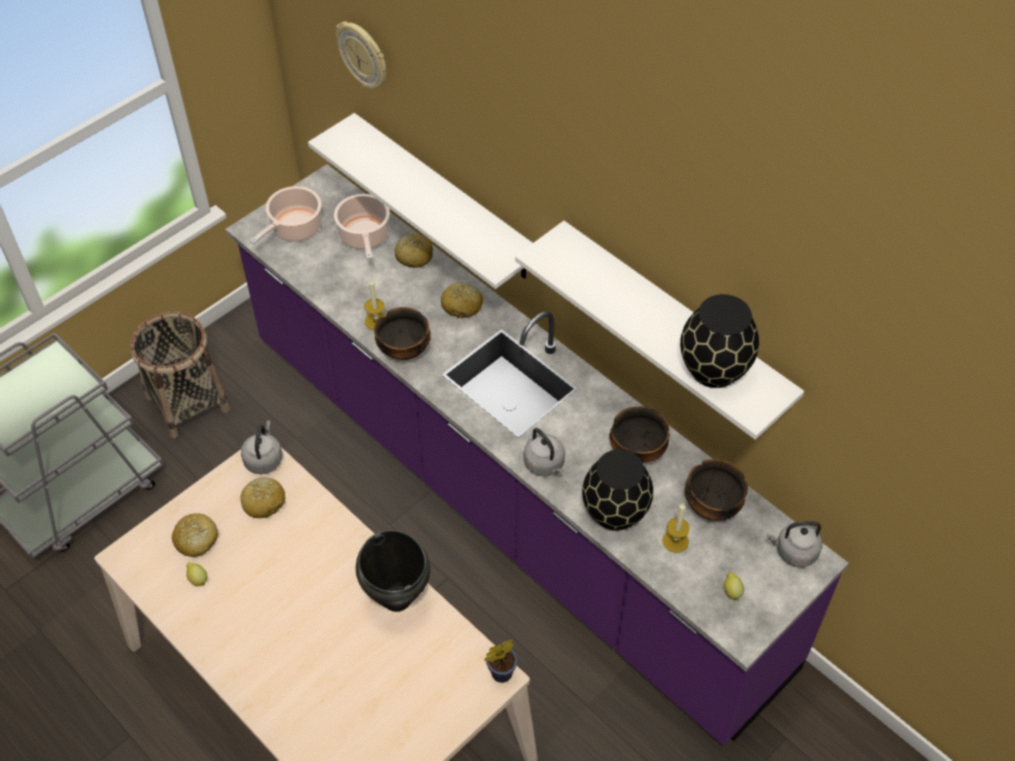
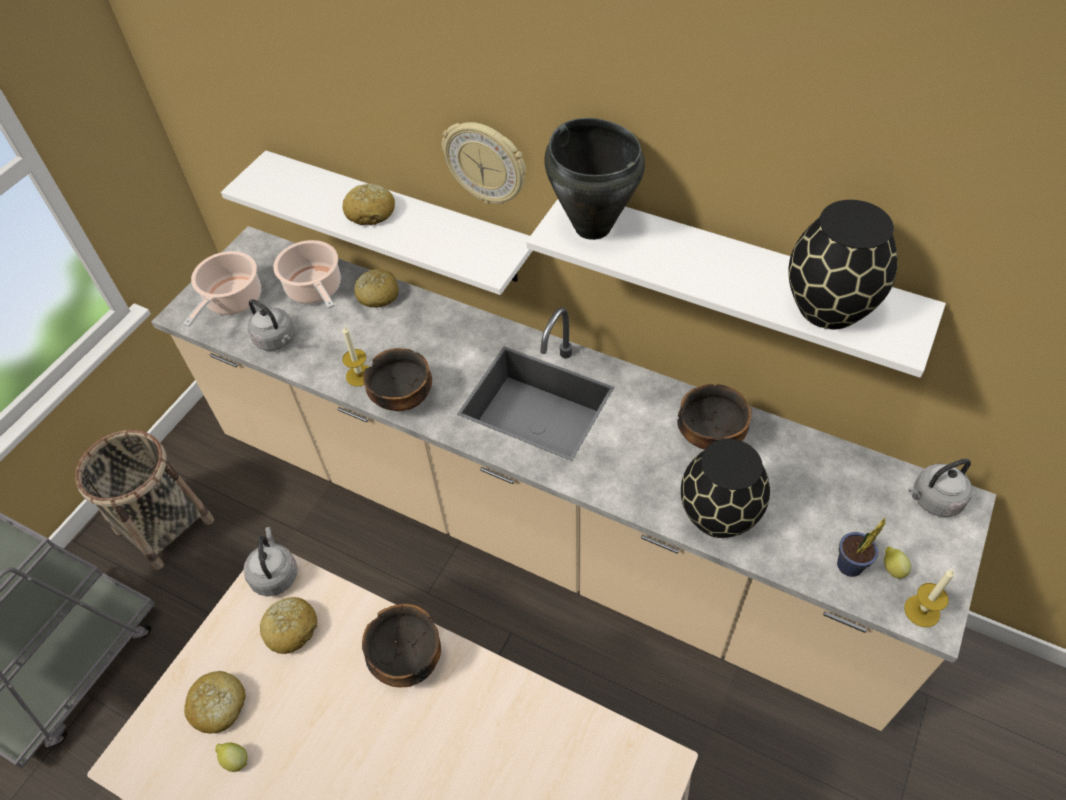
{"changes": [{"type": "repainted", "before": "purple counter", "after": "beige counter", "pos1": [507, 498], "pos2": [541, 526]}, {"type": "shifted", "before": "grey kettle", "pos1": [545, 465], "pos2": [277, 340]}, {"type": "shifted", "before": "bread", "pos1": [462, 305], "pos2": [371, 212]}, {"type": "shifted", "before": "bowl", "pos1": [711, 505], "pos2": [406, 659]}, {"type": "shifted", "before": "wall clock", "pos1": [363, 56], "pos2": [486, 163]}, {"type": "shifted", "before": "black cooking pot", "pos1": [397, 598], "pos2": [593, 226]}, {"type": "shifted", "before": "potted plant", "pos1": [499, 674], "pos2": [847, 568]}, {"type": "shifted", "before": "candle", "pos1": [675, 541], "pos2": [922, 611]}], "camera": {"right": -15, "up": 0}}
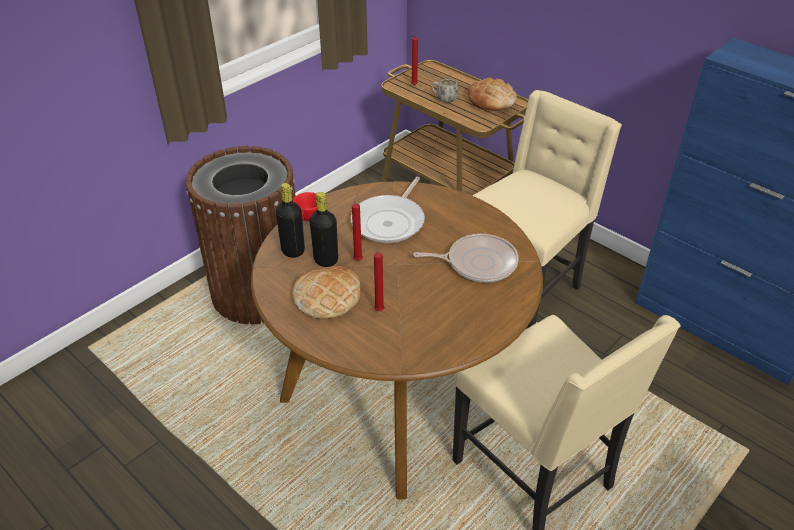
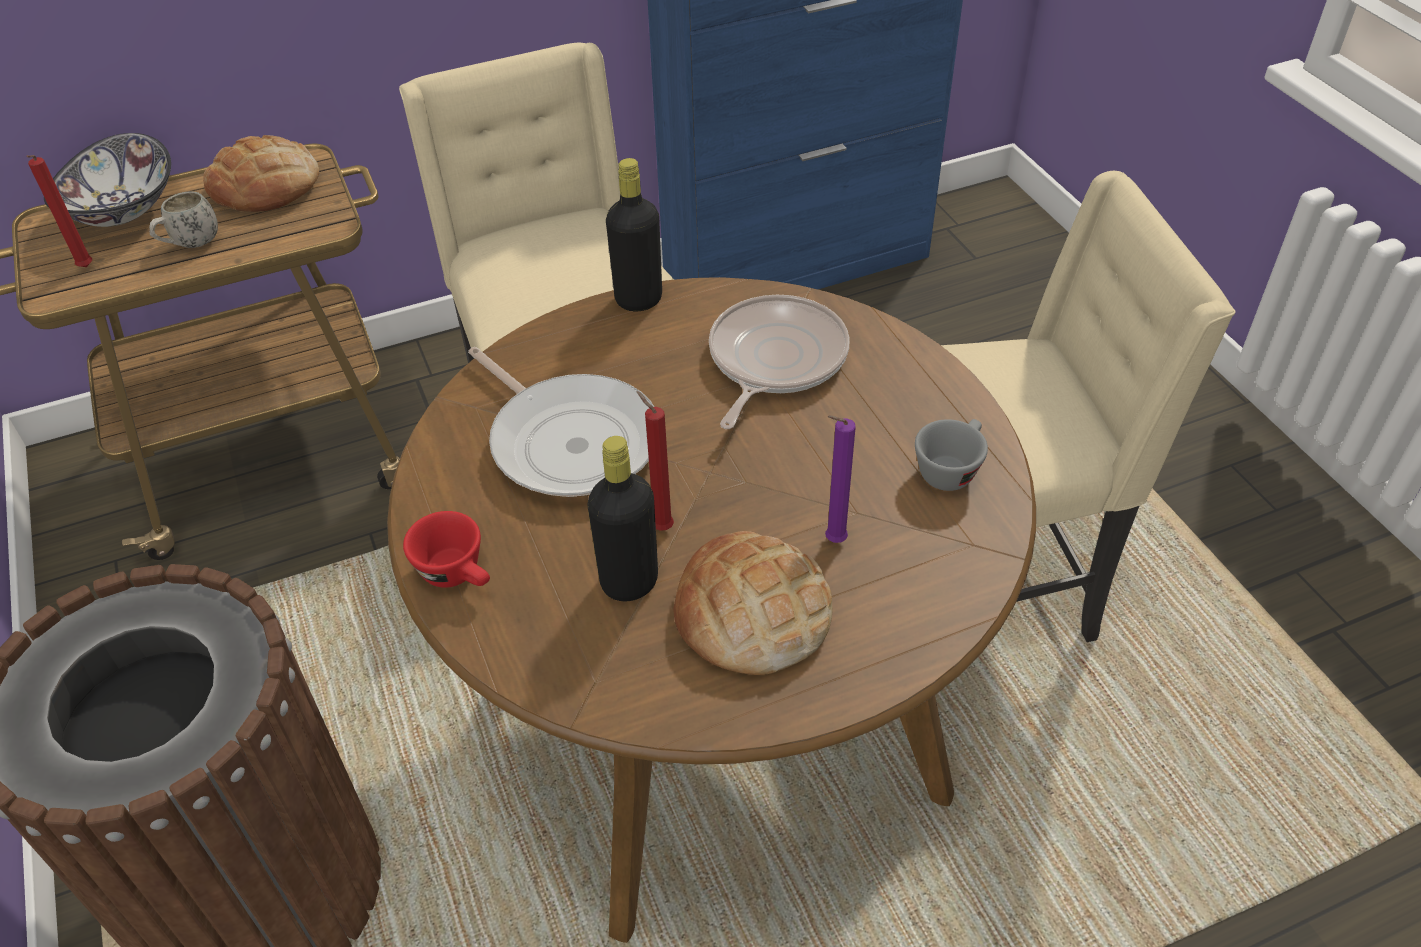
{"changes": [{"type": "new", "after": "bowl", "pos2": [124, 210]}, {"type": "shifted", "before": "black bottle", "pos1": [293, 251], "pos2": [638, 299]}, {"type": "repainted", "before": "red candle", "after": "purple candle", "pos1": [378, 309], "pos2": [832, 541]}, {"type": "new", "after": "grey cup", "pos2": [950, 468]}], "camera": {"right": -65, "up": 5}}
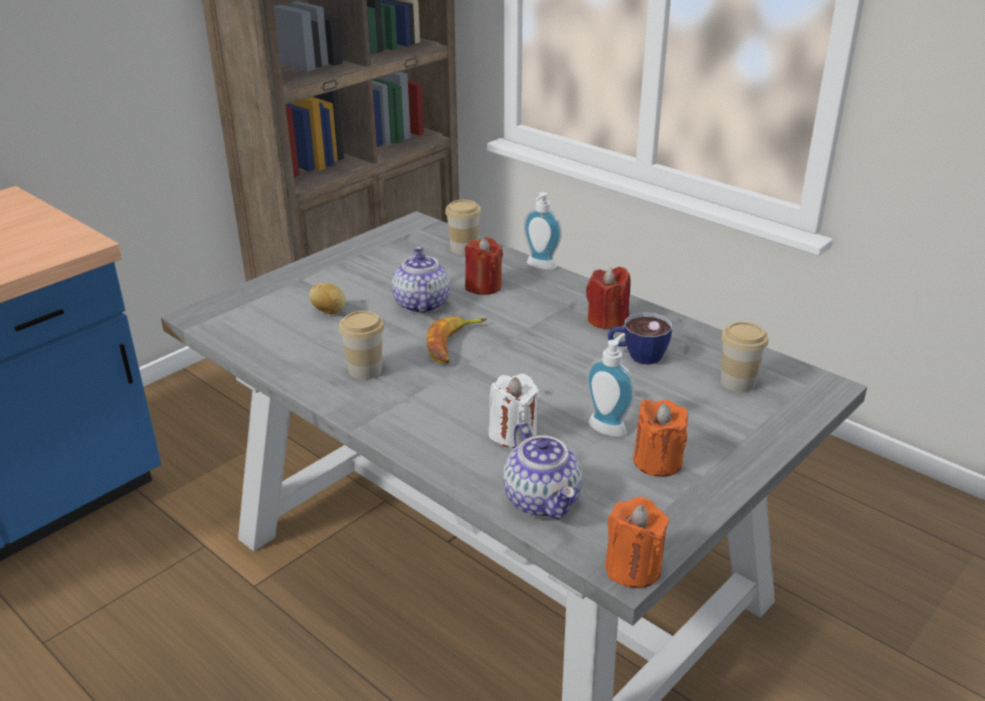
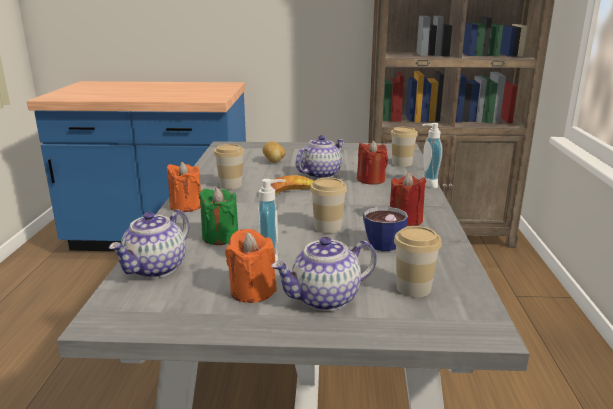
{"changes": [{"type": "shifted", "before": "orange candle", "pos1": [633, 568], "pos2": [186, 206]}, {"type": "repainted", "before": "white candle", "after": "green candle", "pos1": [513, 434], "pos2": [220, 237]}, {"type": "new", "after": "teapot", "pos2": [325, 299]}, {"type": "new", "after": "cup", "pos2": [328, 227]}], "camera": {"right": 50, "up": -10}}
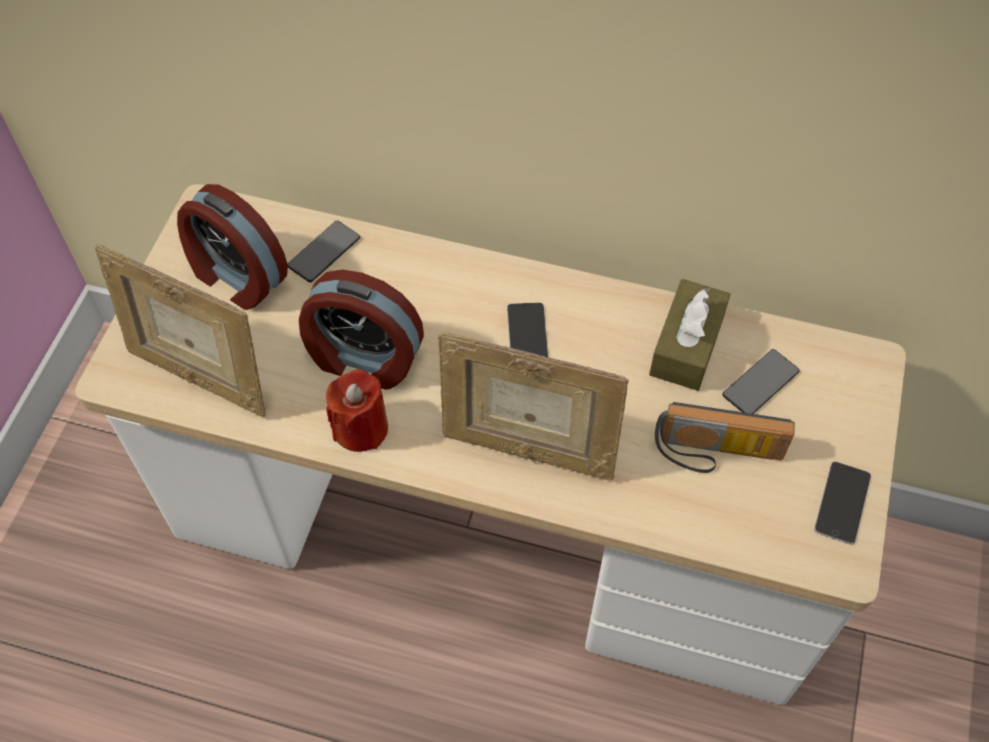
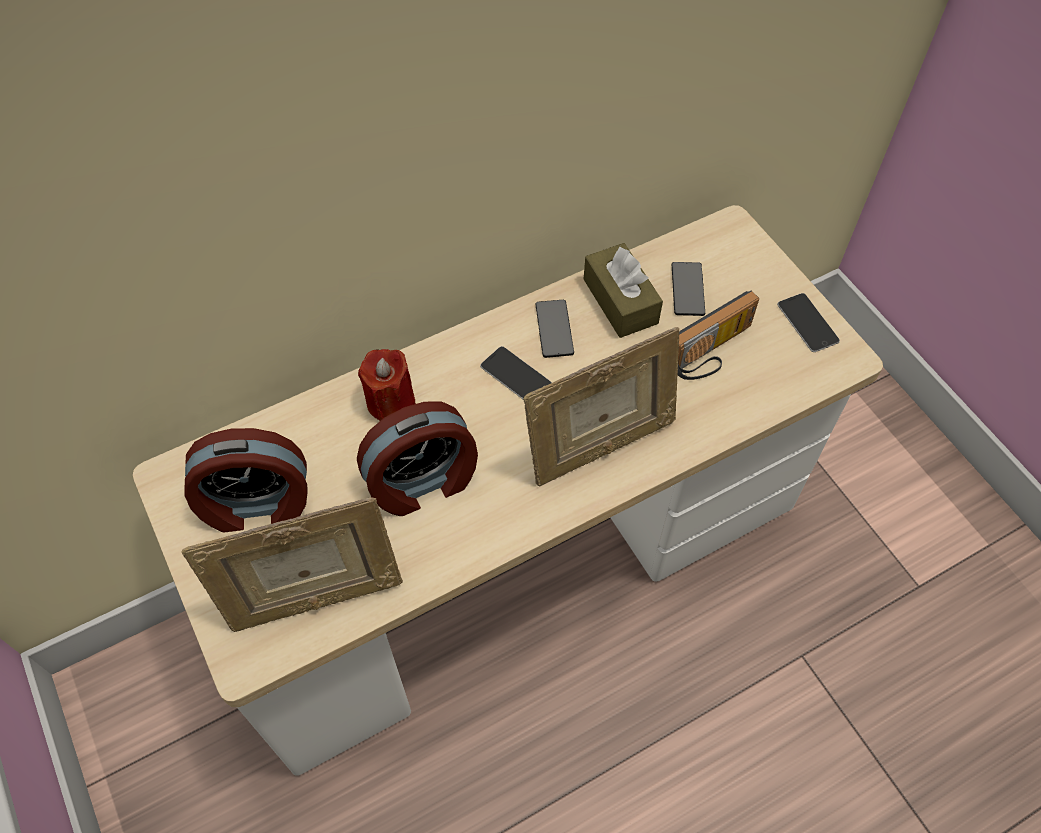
{"changes": [{"type": "shifted", "before": "red candle", "pos1": [361, 428], "pos2": [390, 401]}, {"type": "shifted", "before": "phone", "pos1": [324, 252], "pos2": [554, 329]}], "camera": {"right": -45, "up": 0}}
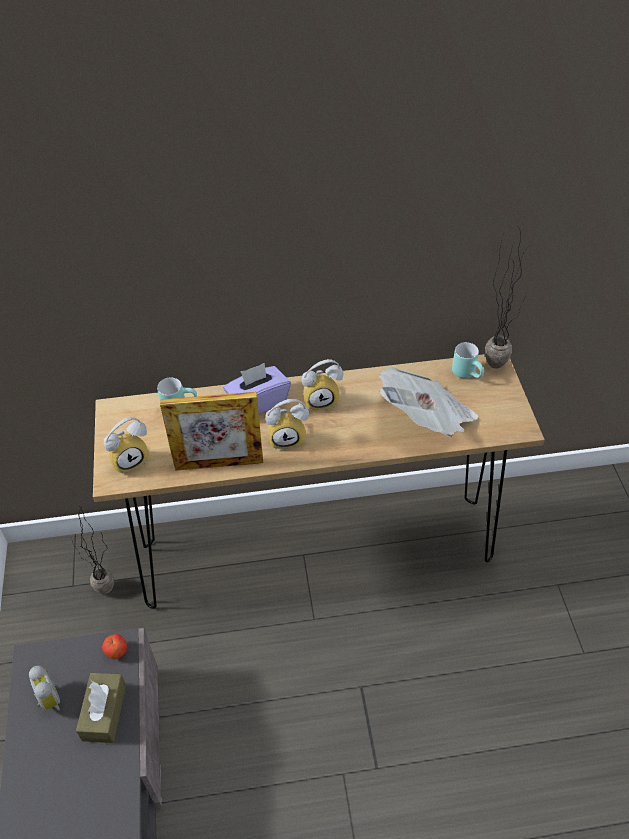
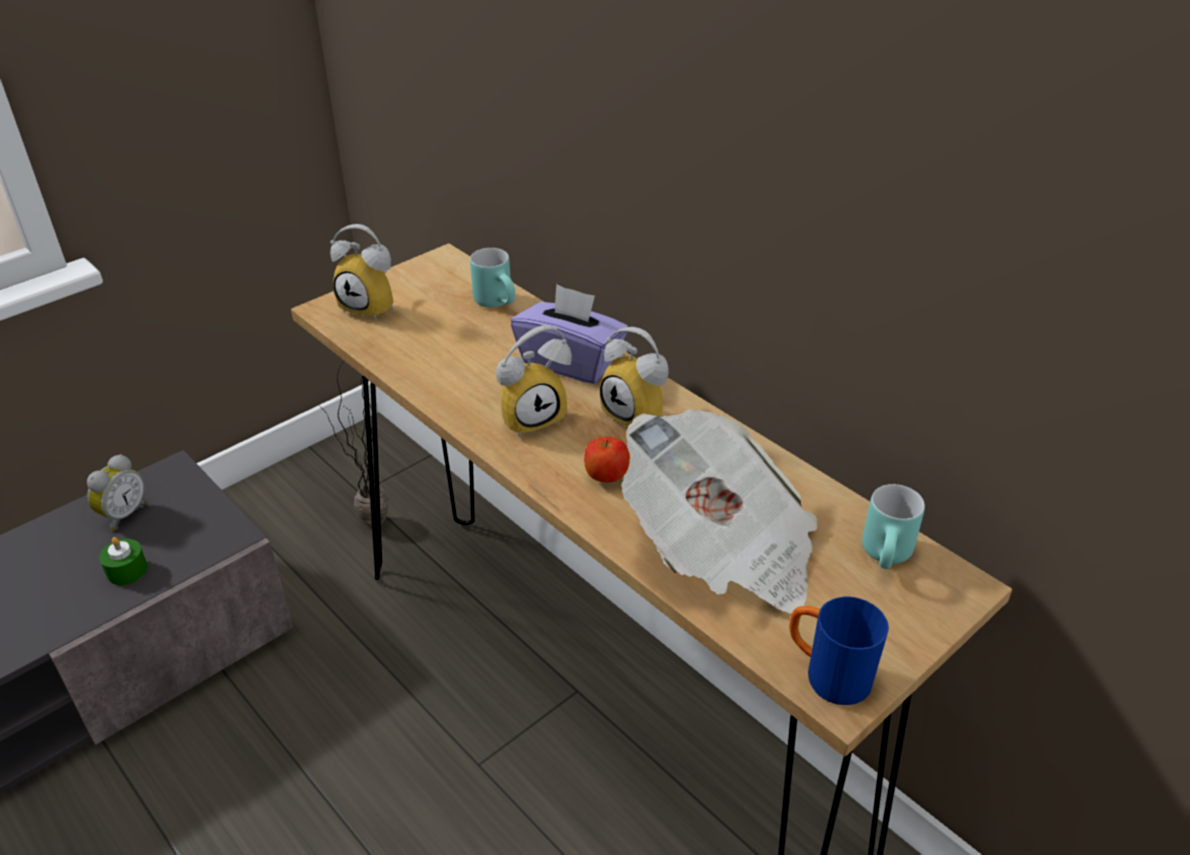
{"changes": [{"type": "swapped", "before": "brown tissue box", "after": "green candle", "pos1": [104, 712], "pos2": [127, 570]}, {"type": "rotated", "before": "alarm clock", "pos1": [288, 437], "pos2": [532, 416], "turn": -75}, {"type": "shifted", "before": "apple", "pos1": [116, 652], "pos2": [606, 477]}, {"type": "new", "after": "blue mug", "pos2": [826, 674]}, {"type": "gone", "before": "picture frame", "pos1": [219, 464]}, {"type": "gone", "before": "potted plant", "pos1": [495, 358]}], "camera": {"right": 55, "up": -10}}
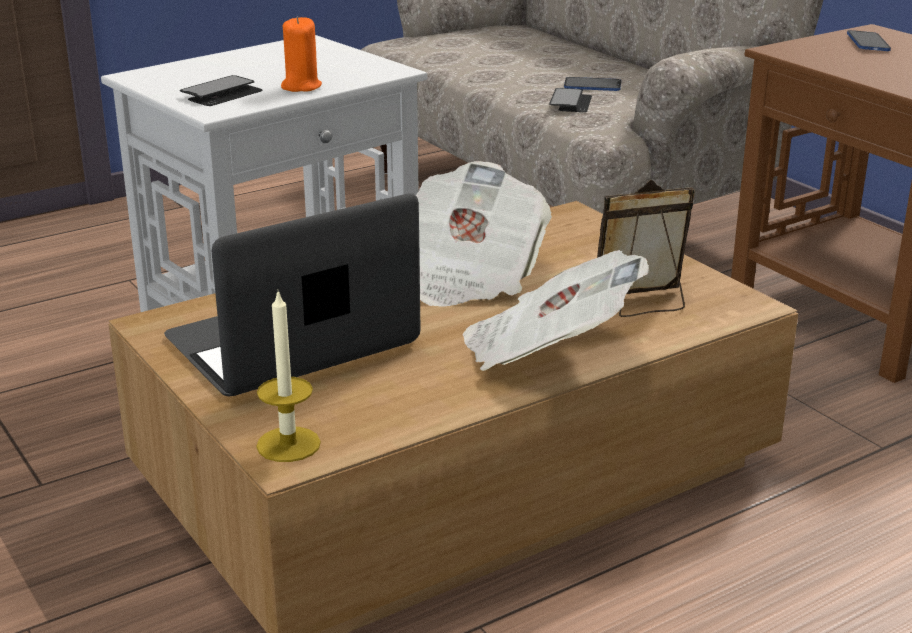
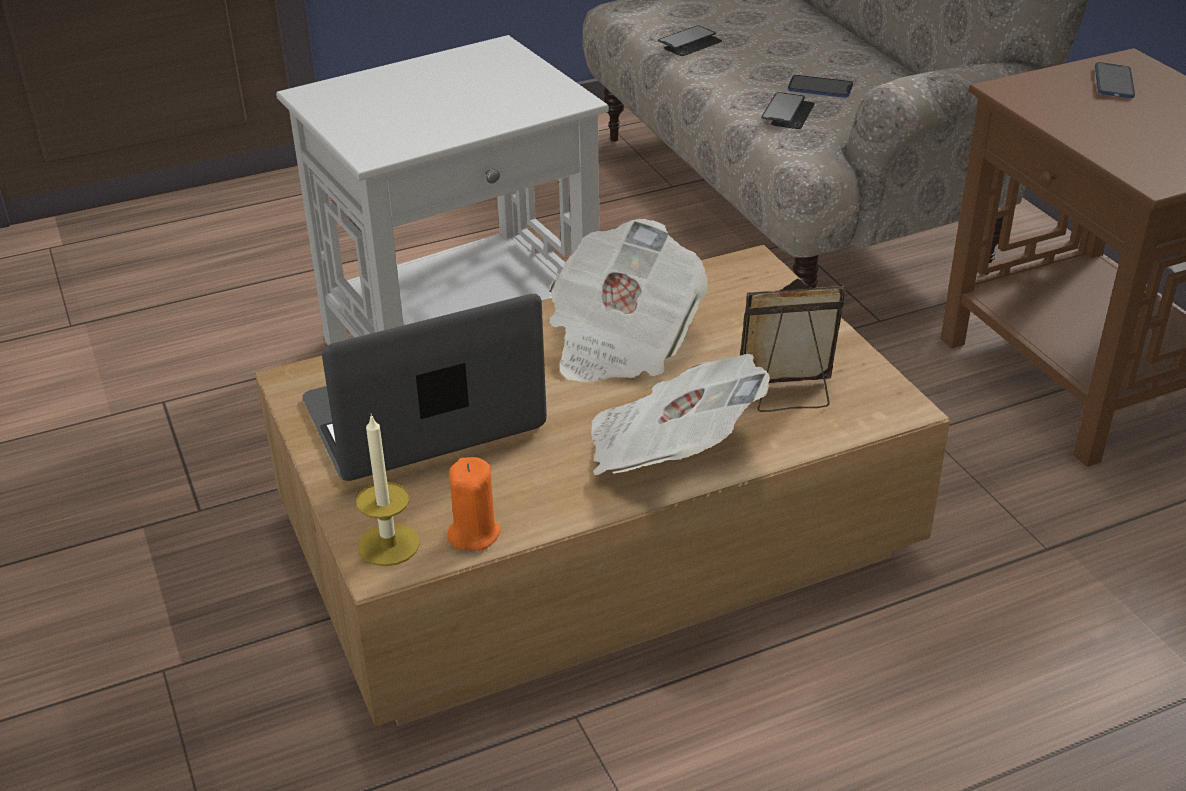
{"changes": [{"type": "shifted", "before": "orange candle", "pos1": [301, 86], "pos2": [474, 533]}, {"type": "shifted", "before": "phone", "pos1": [222, 93], "pos2": [690, 43]}], "camera": {"right": 10, "up": 10}}
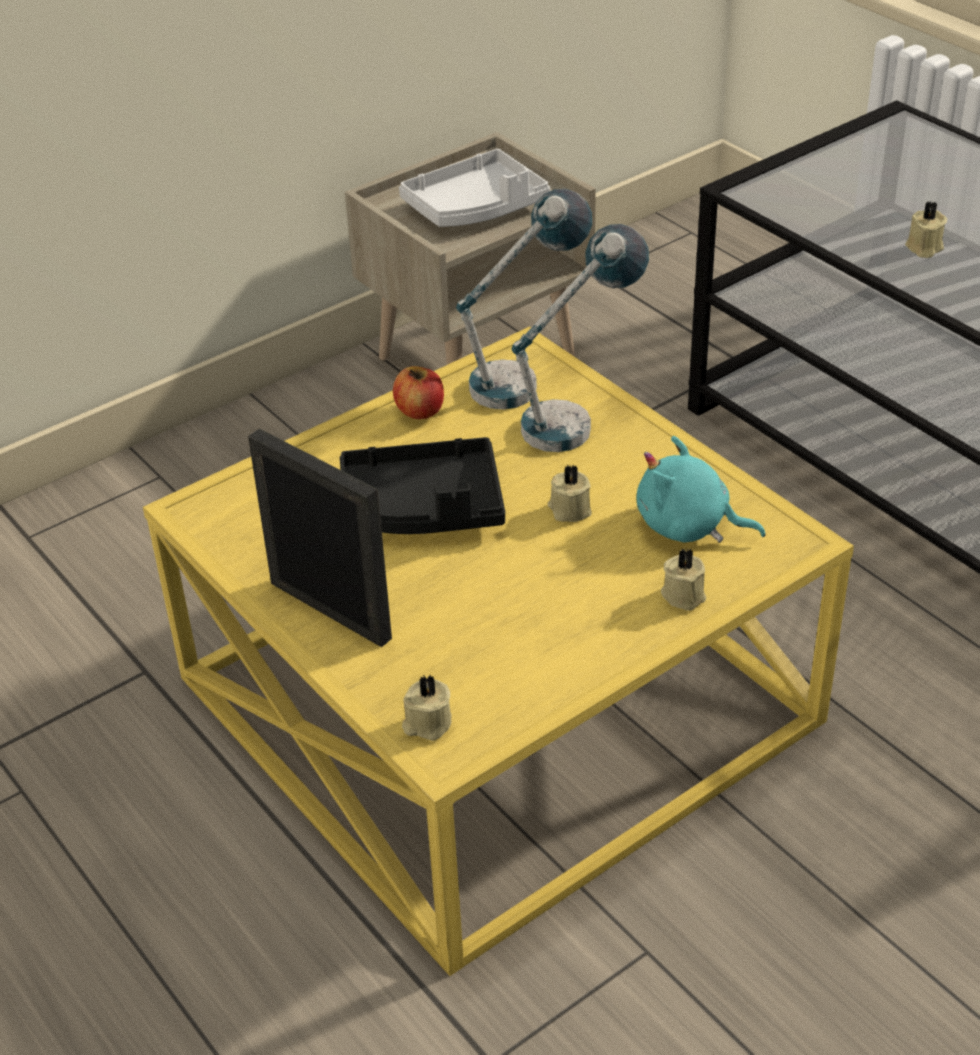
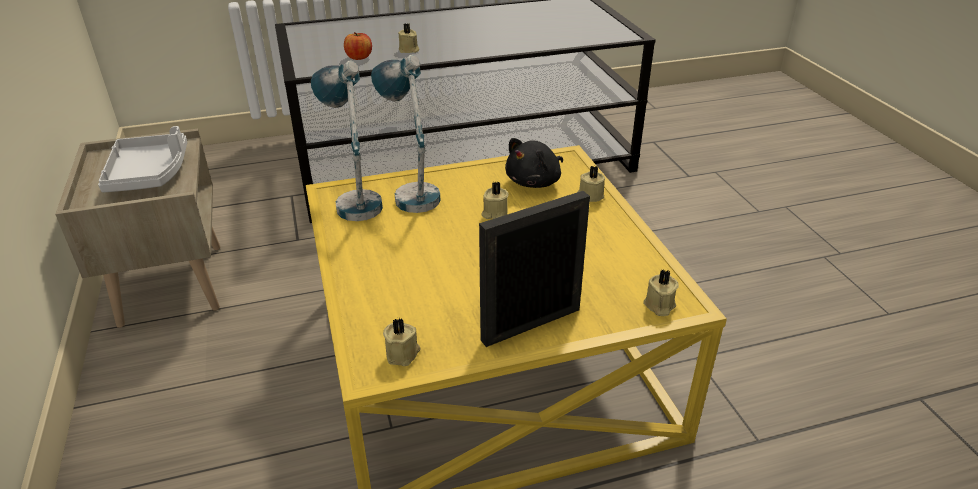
{"changes": [{"type": "shifted", "before": "apple", "pos1": [420, 411], "pos2": [359, 57]}, {"type": "new", "after": "beige candle", "pos2": [403, 354]}, {"type": "repainted", "before": "turquoise plush toy", "after": "black plush toy", "pos1": [688, 526], "pos2": [535, 182]}, {"type": "gone", "before": "black tray", "pos1": [424, 507]}], "camera": {"right": -70, "up": -5}}
